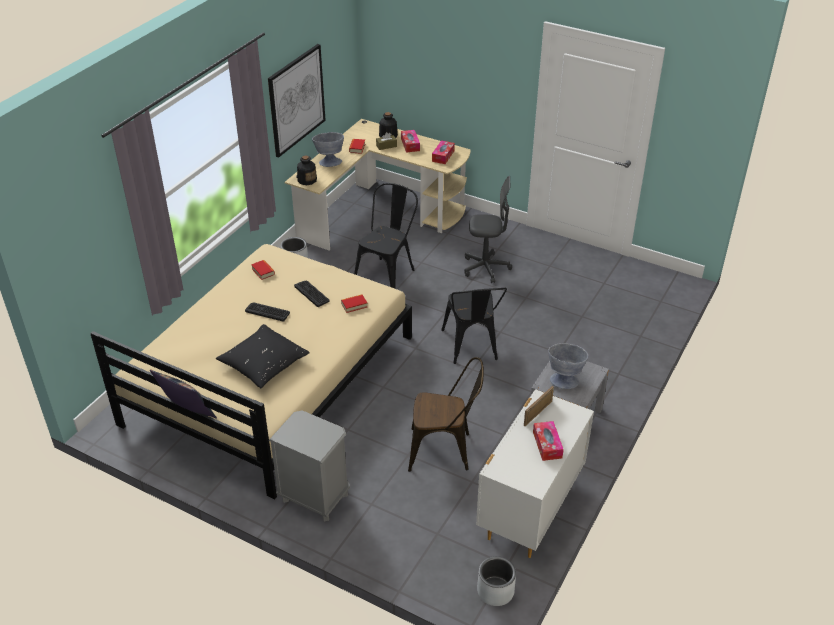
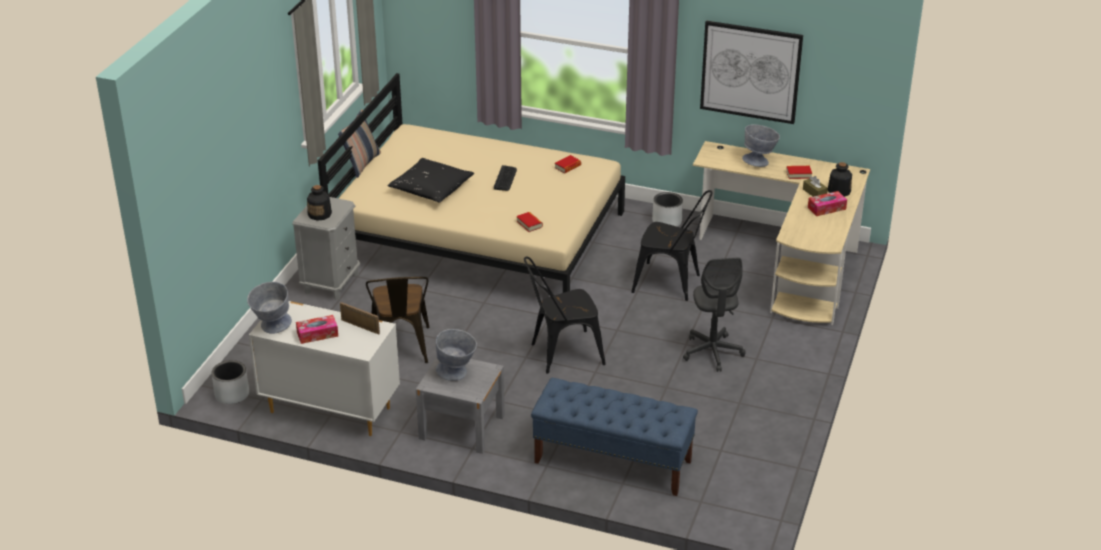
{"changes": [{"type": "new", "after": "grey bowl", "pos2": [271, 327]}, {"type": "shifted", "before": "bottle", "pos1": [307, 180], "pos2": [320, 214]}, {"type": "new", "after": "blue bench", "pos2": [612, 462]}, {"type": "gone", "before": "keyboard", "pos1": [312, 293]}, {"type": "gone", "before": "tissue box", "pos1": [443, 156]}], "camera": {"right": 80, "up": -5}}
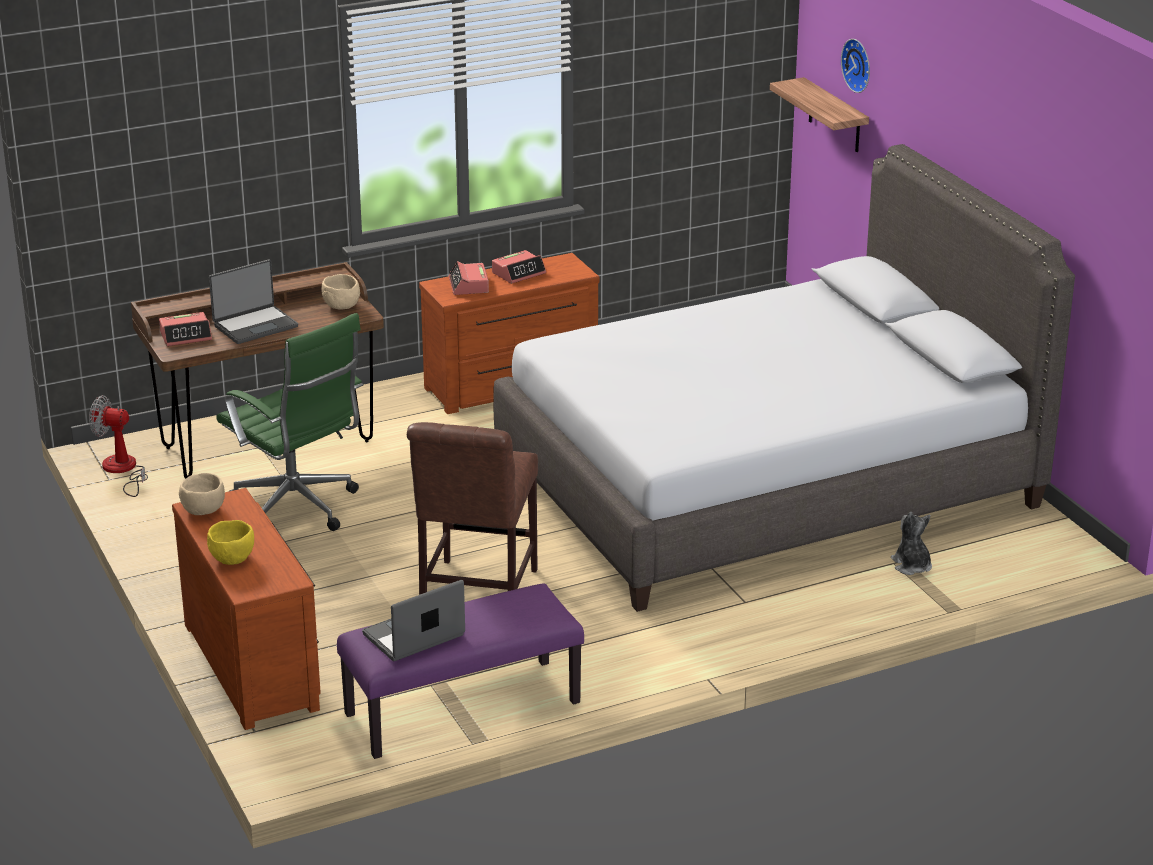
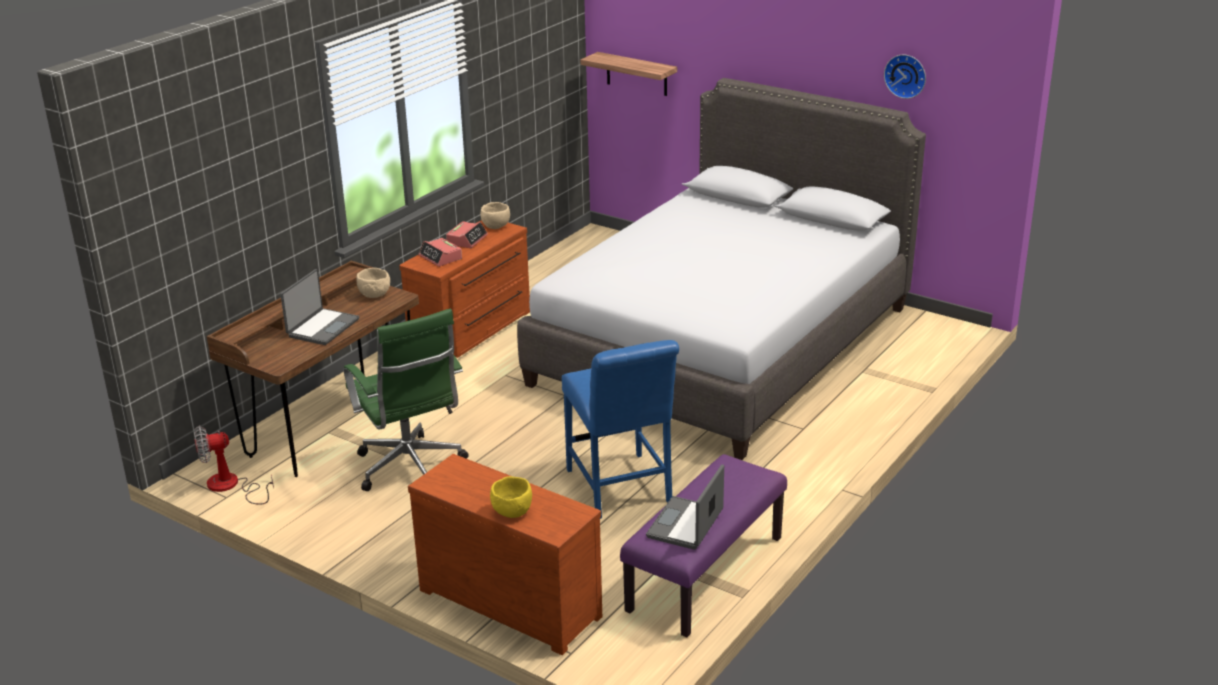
{"changes": [{"type": "rotated", "before": "green office chair", "pos1": [298, 509], "pos2": [411, 469], "turn": 45}, {"type": "shifted", "before": "beige bowl", "pos1": [204, 510], "pos2": [496, 226]}, {"type": "repainted", "before": "brown chair", "after": "blue chair", "pos1": [475, 598], "pos2": [620, 489]}, {"type": "shifted", "before": "wall clock", "pos1": [859, 65], "pos2": [906, 75]}, {"type": "gone", "before": "alarm clock", "pos1": [186, 336]}, {"type": "gone", "before": "plush toy", "pos1": [911, 566]}], "camera": {"right": -30, "up": 0}}
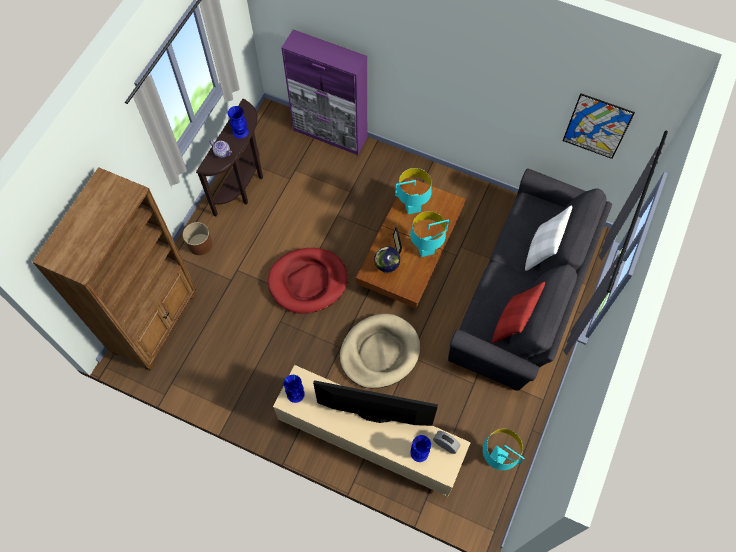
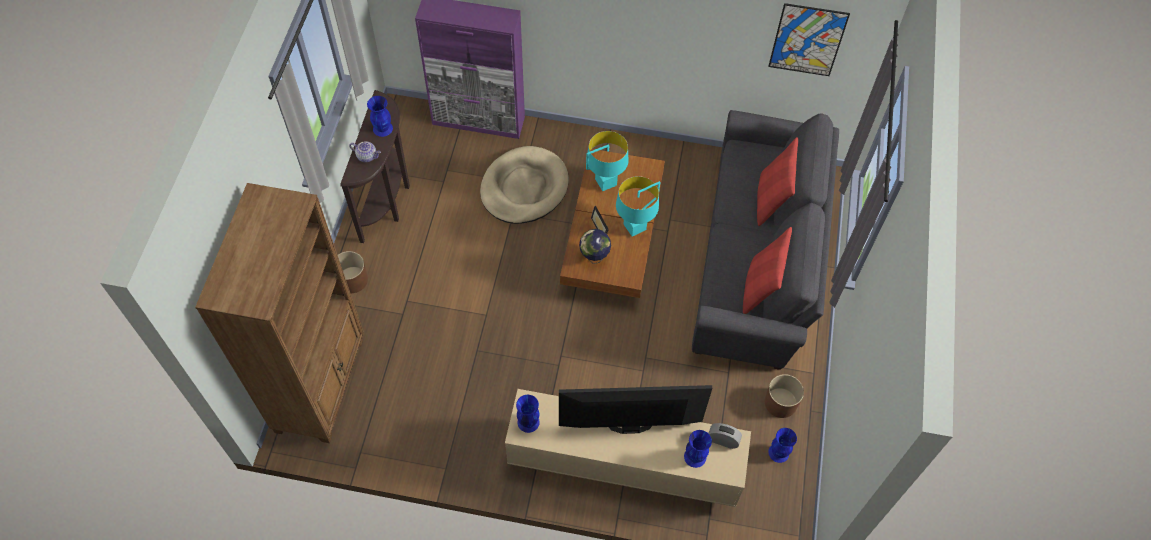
{"changes": [{"type": "shifted", "before": "beige dog bed", "pos1": [379, 352], "pos2": [524, 188]}, {"type": "repainted", "before": "white pillow", "after": "red pillow", "pos1": [541, 250], "pos2": [770, 199]}, {"type": "new", "after": "brown planter", "pos2": [780, 403]}, {"type": "swapped", "before": "turquoise table lamp", "after": "blue vase", "pos1": [496, 459], "pos2": [778, 453]}, {"type": "gone", "before": "red dog bed", "pos1": [308, 282]}], "camera": {"right": -15, "up": -5}}
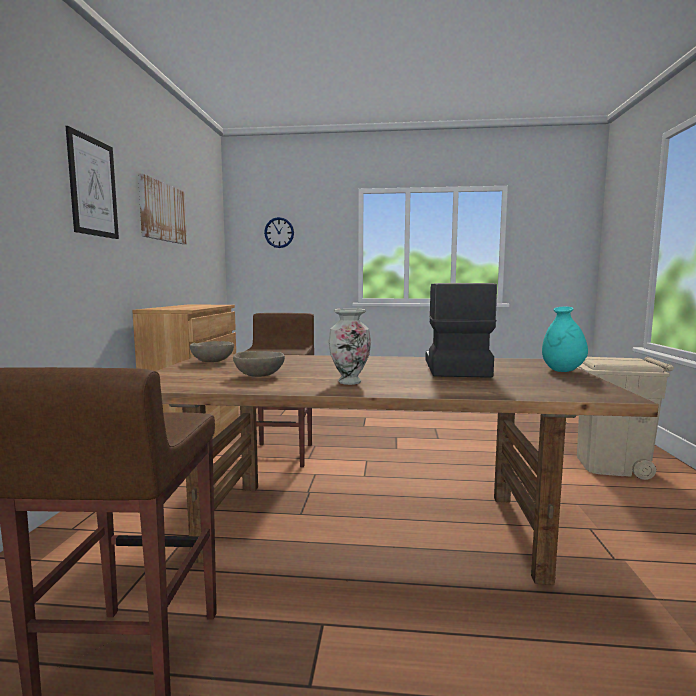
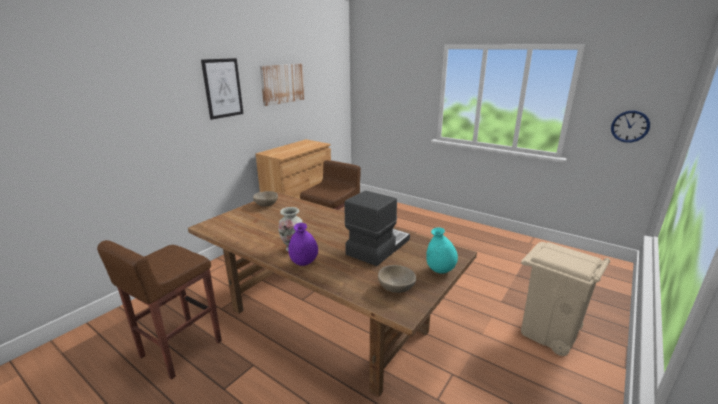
{"changes": [{"type": "new", "after": "purple vase", "pos2": [304, 263]}, {"type": "shifted", "before": "beige bowl", "pos1": [259, 376], "pos2": [396, 288]}, {"type": "shifted", "before": "wall clock", "pos1": [279, 232], "pos2": [630, 126]}], "camera": {"right": 30, "up": 15}}
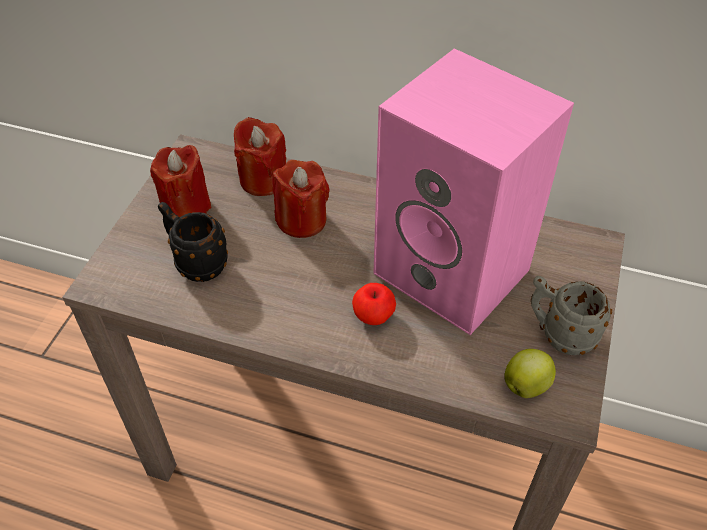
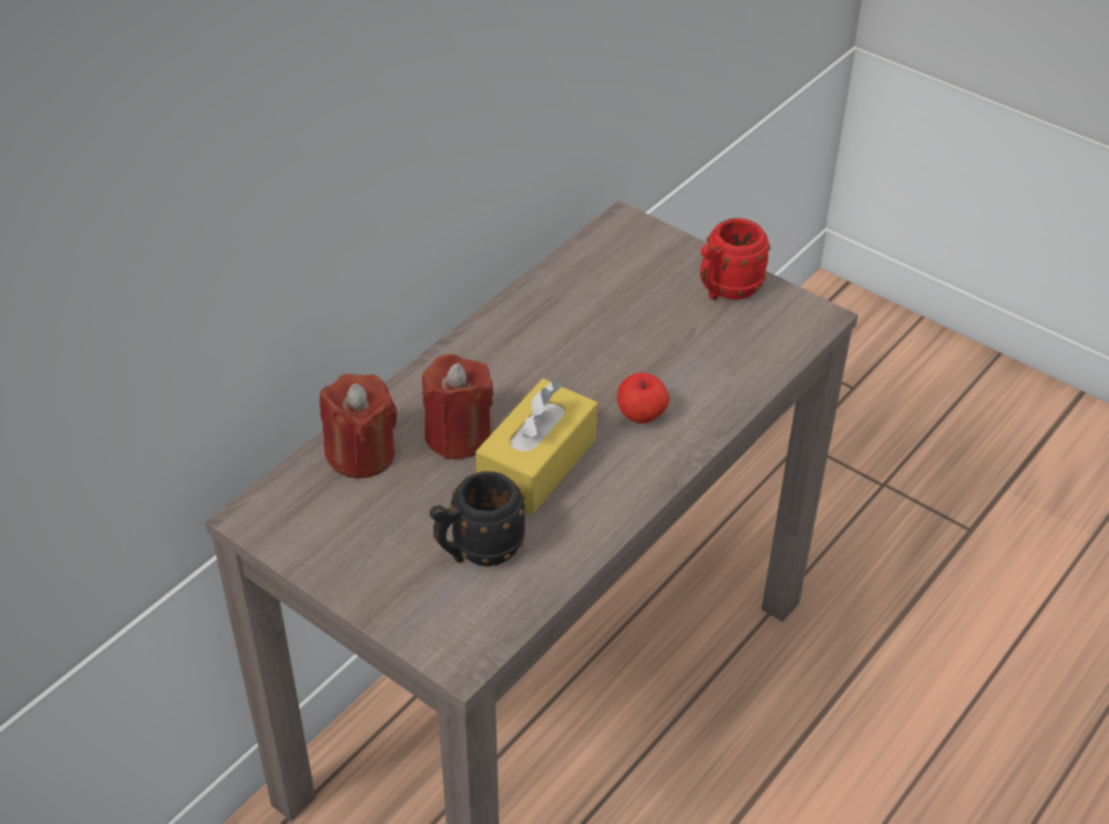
{"changes": [{"type": "new", "after": "yellow tissue box", "pos2": [537, 464]}, {"type": "repainted", "before": "grey mug", "after": "red mug", "pos1": [559, 334], "pos2": [725, 290]}, {"type": "gone", "before": "red candle", "pos1": [186, 206]}, {"type": "gone", "before": "pink speaker", "pos1": [456, 271]}, {"type": "gone", "before": "apple", "pos1": [526, 385]}], "camera": {"right": -70, "up": -5}}
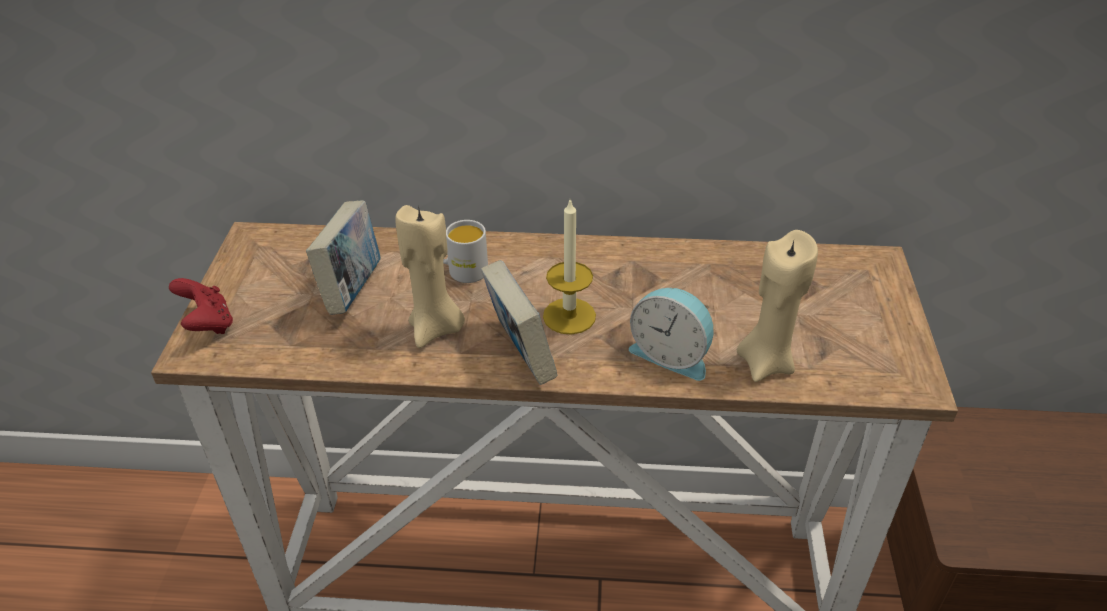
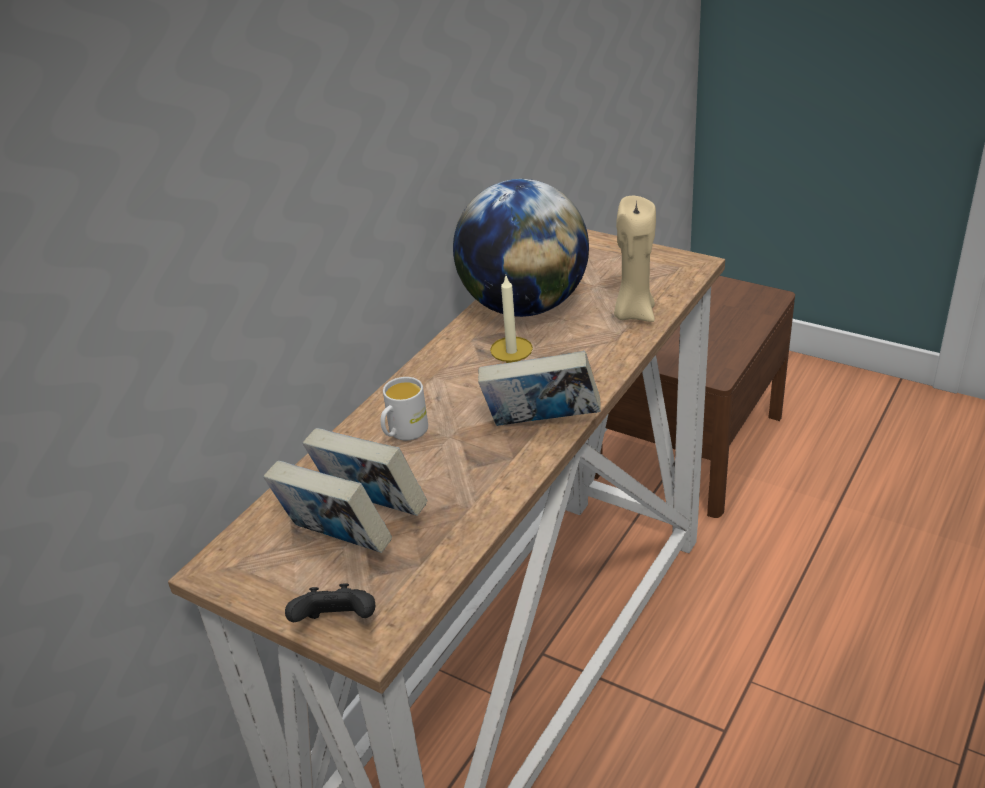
{"changes": [{"type": "new", "after": "book", "pos2": [335, 542]}, {"type": "repainted", "before": "red game controller", "after": "black game controller", "pos1": [208, 324], "pos2": [337, 624]}, {"type": "new", "after": "globe", "pos2": [524, 306]}, {"type": "gone", "before": "beige candle", "pos1": [436, 329]}, {"type": "gone", "before": "alarm clock", "pos1": [671, 354]}], "camera": {"right": -60, "up": -5}}
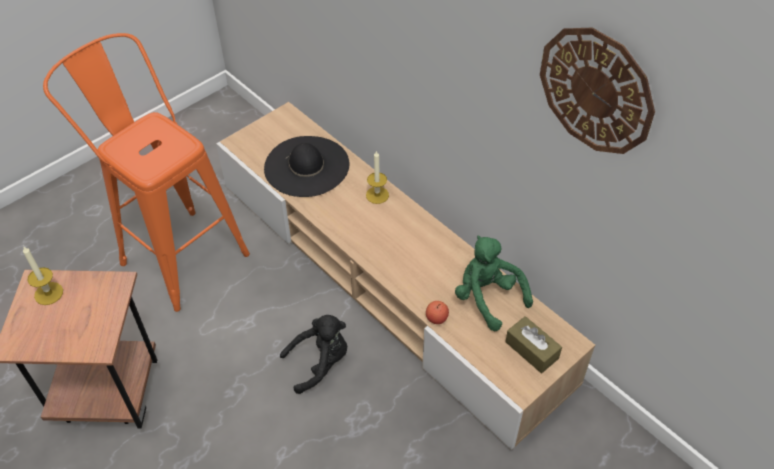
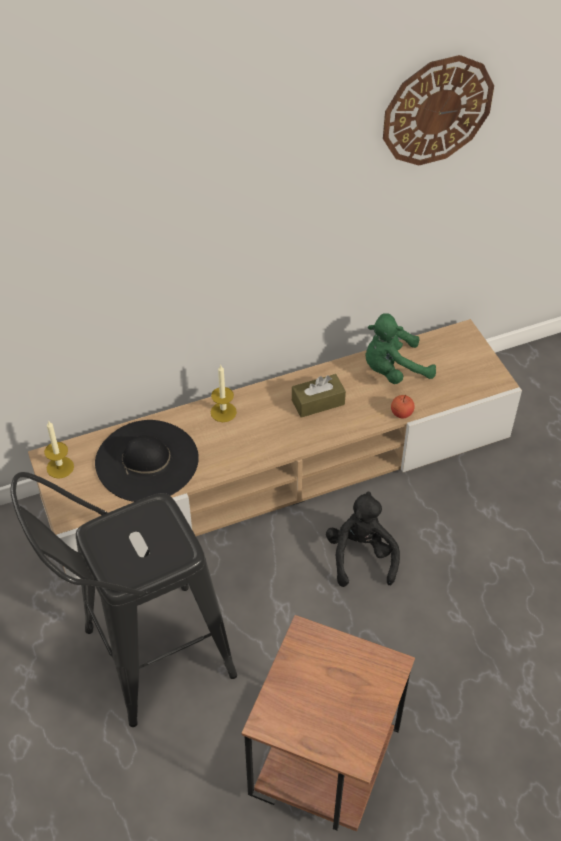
{"changes": [{"type": "repainted", "before": "orange stool", "after": "black stool", "pos1": [177, 252], "pos2": [143, 660]}, {"type": "shifted", "before": "candle", "pos1": [48, 293], "pos2": [60, 467]}, {"type": "shifted", "before": "brown tissue box", "pos1": [531, 350], "pos2": [318, 402]}], "camera": {"right": -70, "up": 0}}
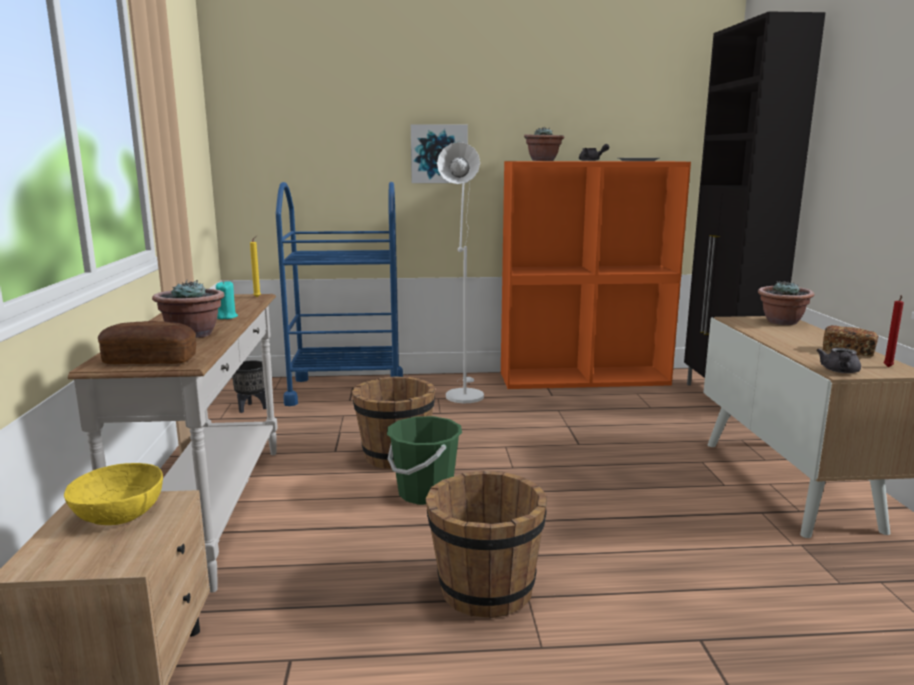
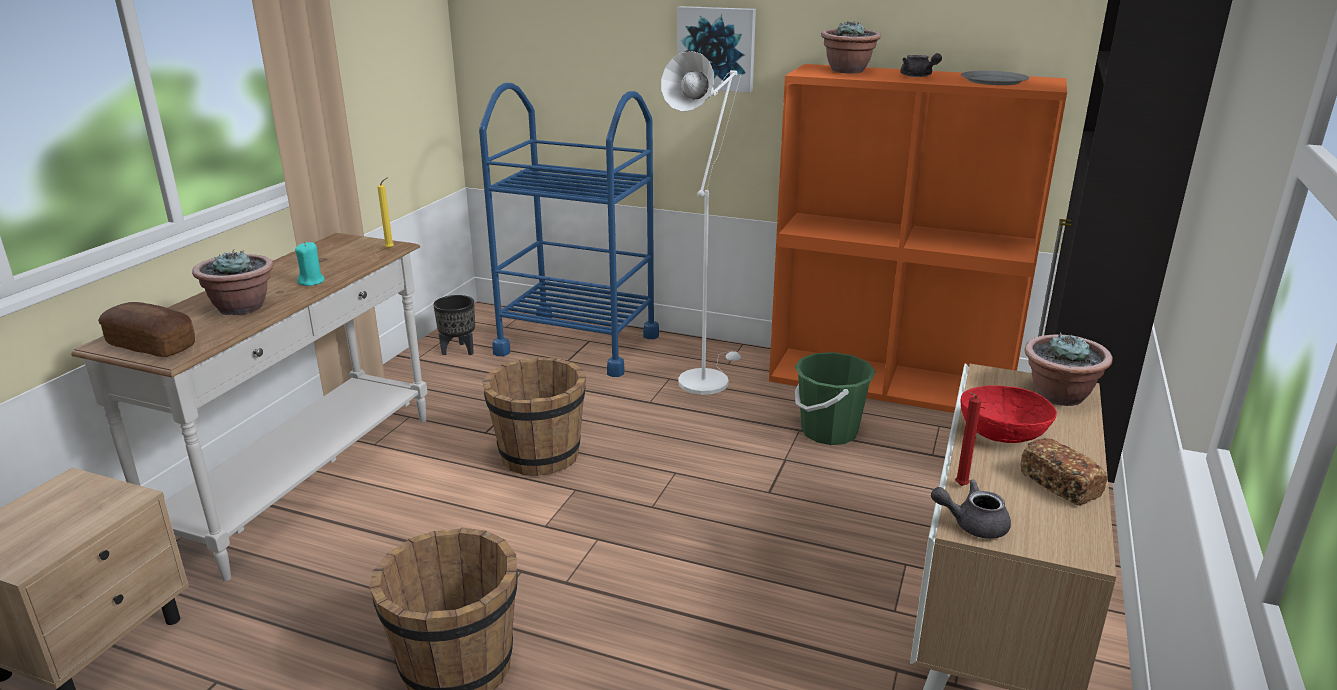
{"changes": [{"type": "shifted", "before": "green bucket", "pos1": [425, 493], "pos2": [829, 432]}, {"type": "rotated", "before": "grey teapot", "pos1": [839, 371], "pos2": [972, 524], "turn": 45}, {"type": "shifted", "before": "red candle", "pos1": [887, 367], "pos2": [959, 486]}, {"type": "new", "after": "red bowl", "pos2": [1003, 433]}, {"type": "gone", "before": "yellow bowl", "pos1": [119, 513]}], "camera": {"right": 25, "up": 10}}
